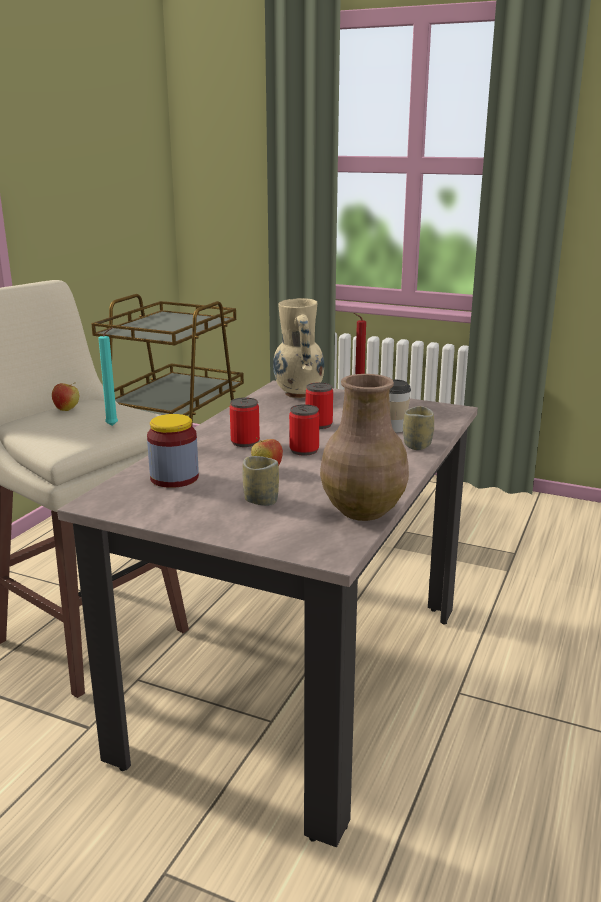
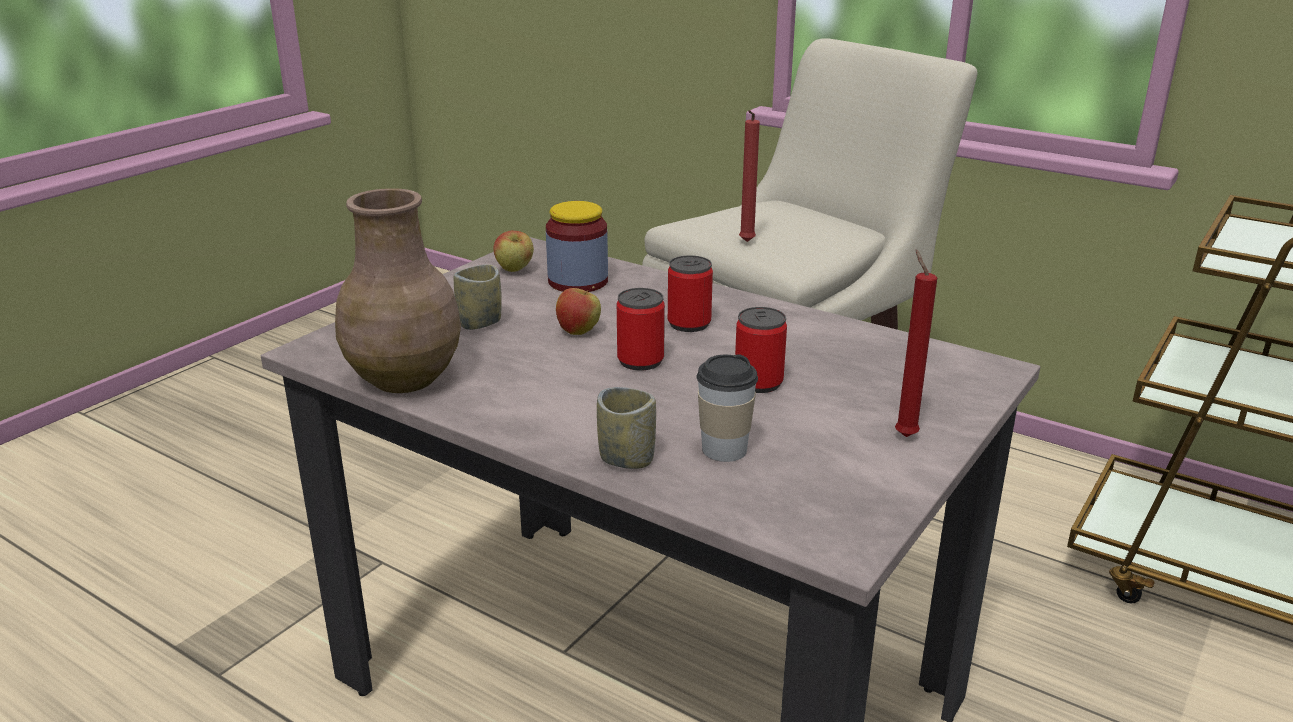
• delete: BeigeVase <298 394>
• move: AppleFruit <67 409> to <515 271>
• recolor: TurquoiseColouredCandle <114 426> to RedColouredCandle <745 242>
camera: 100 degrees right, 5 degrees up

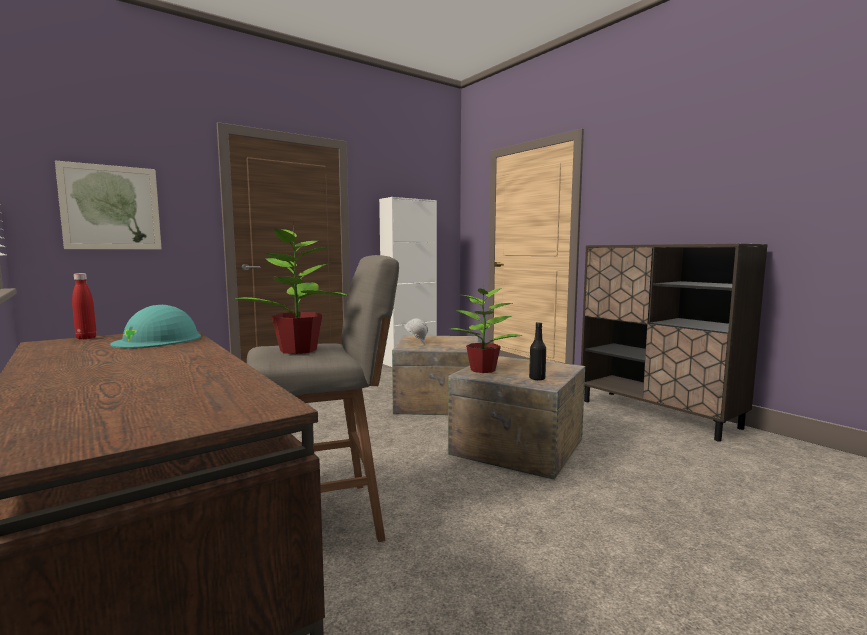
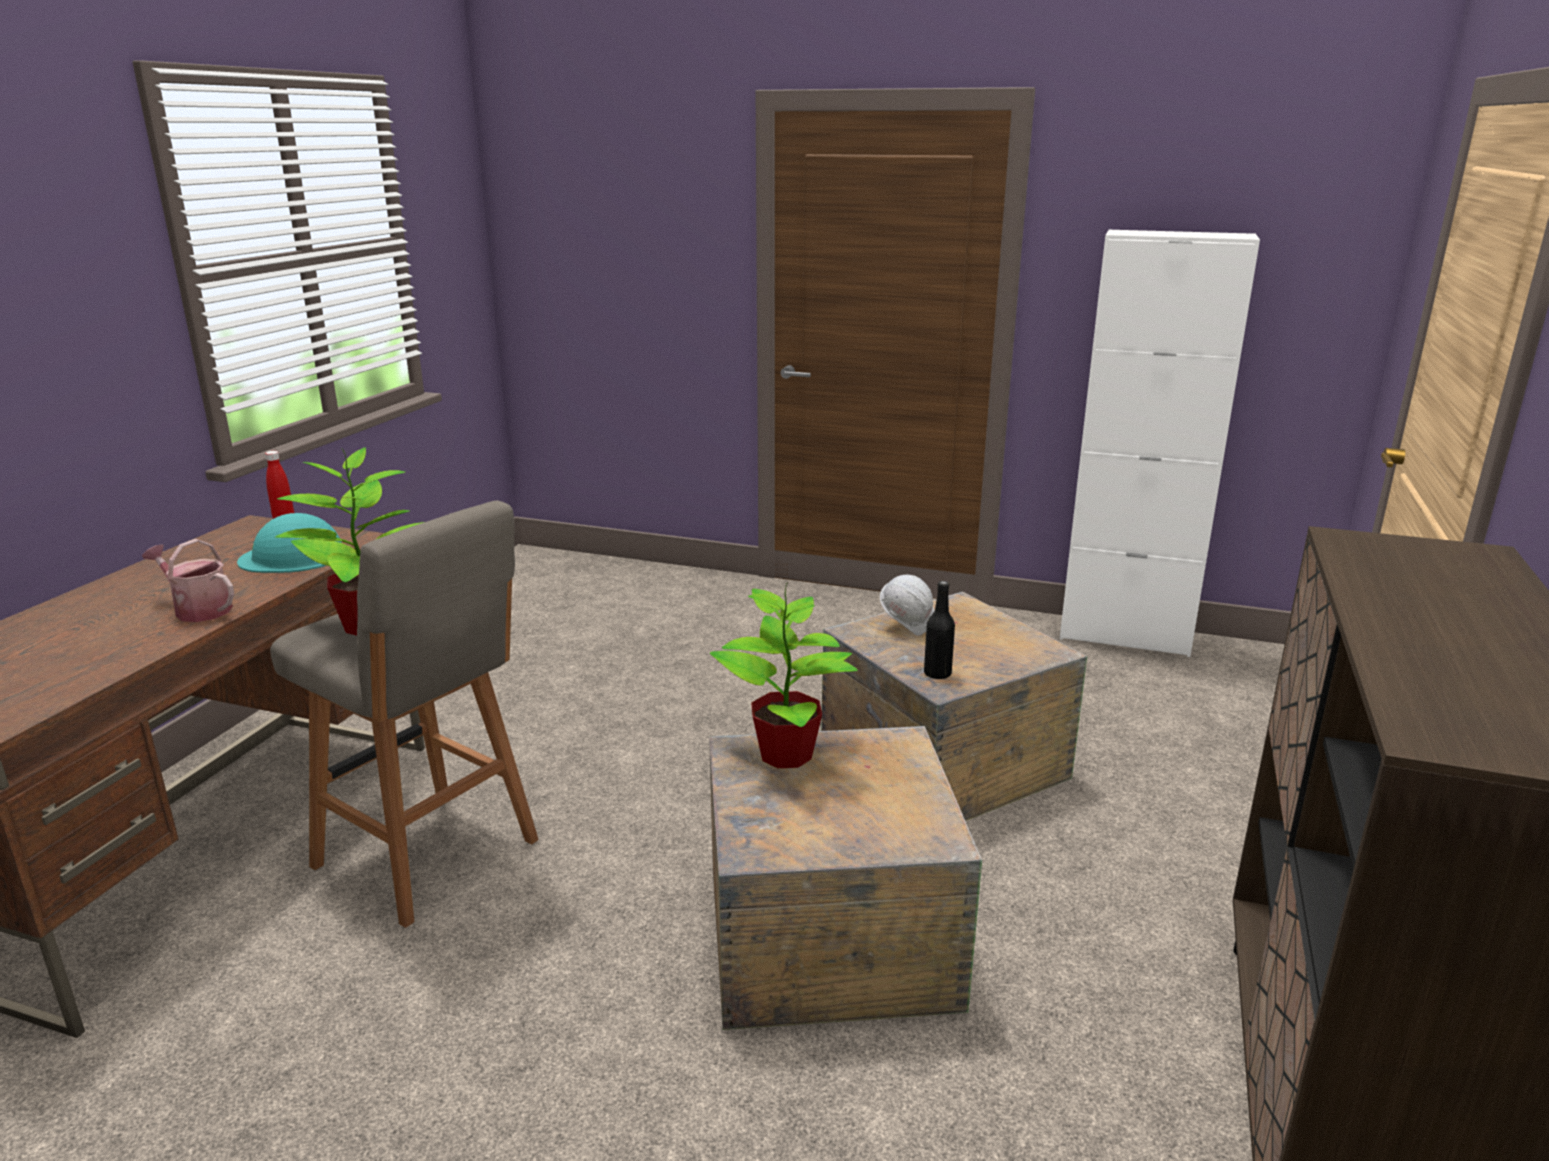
• delete: WallPicture <111 207>
• insert: SprinklingCan <198 609>
• move: BlackishBottle <537 379> to <937 674>
camera: 55 degrees right, 15 degrees up

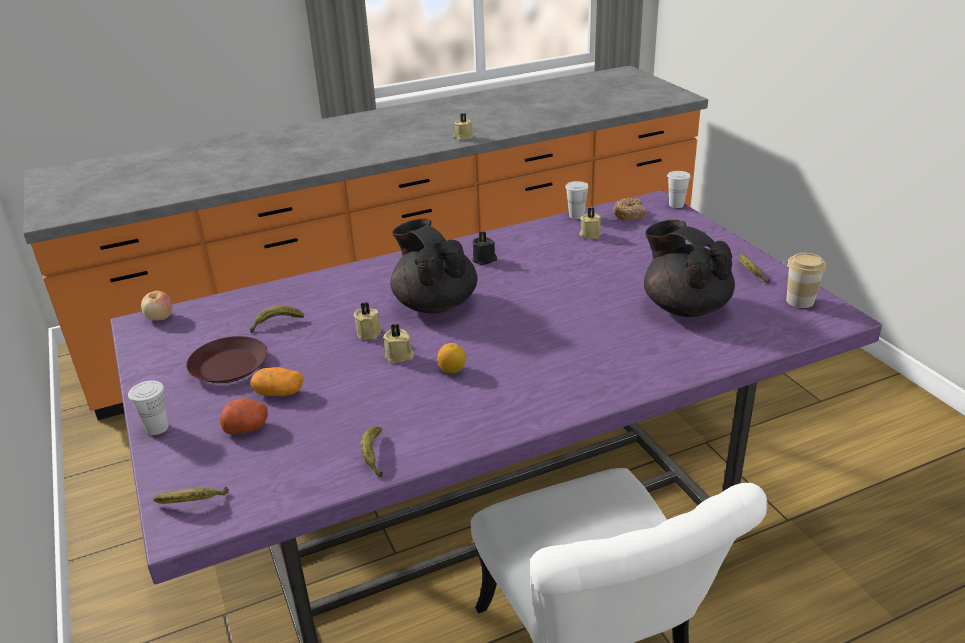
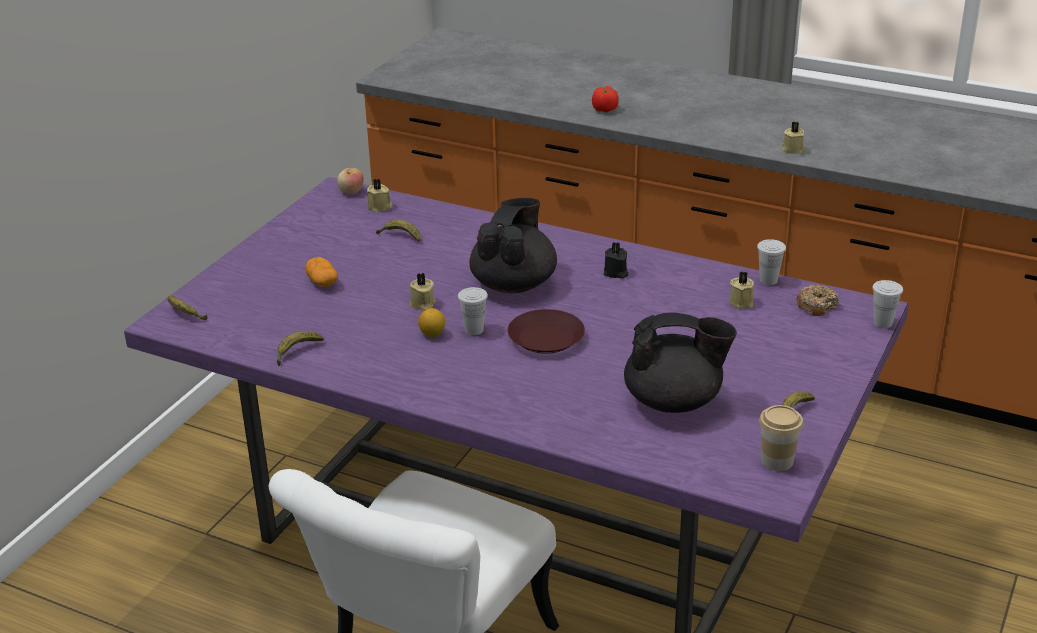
• delete: Potato <247 427>
• insert: Tomato <605 109>
• move: WhiteColouredCup <157 428> to <474 330>
• move: BrownDinnerPlate <229 366> to <546 338>
• move: BeigeCandle <370 332> to <380 207>
• rotate: BlackishPotForTea <684 307> = <674 401> 75 degrees clockwise
camera: 50 degrees right, 0 degrees up

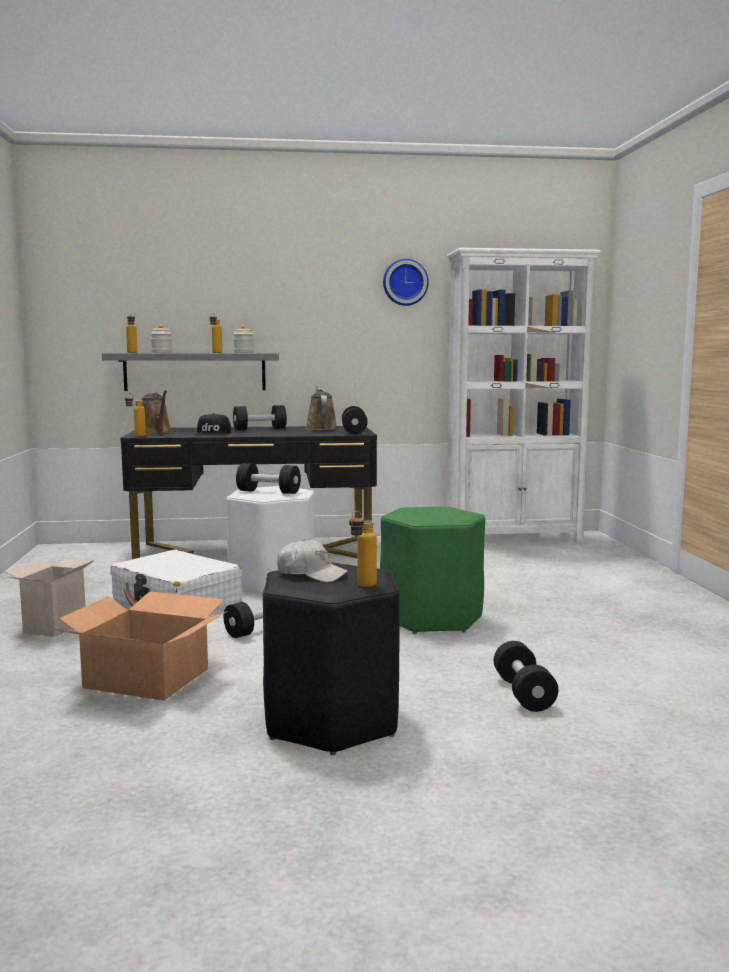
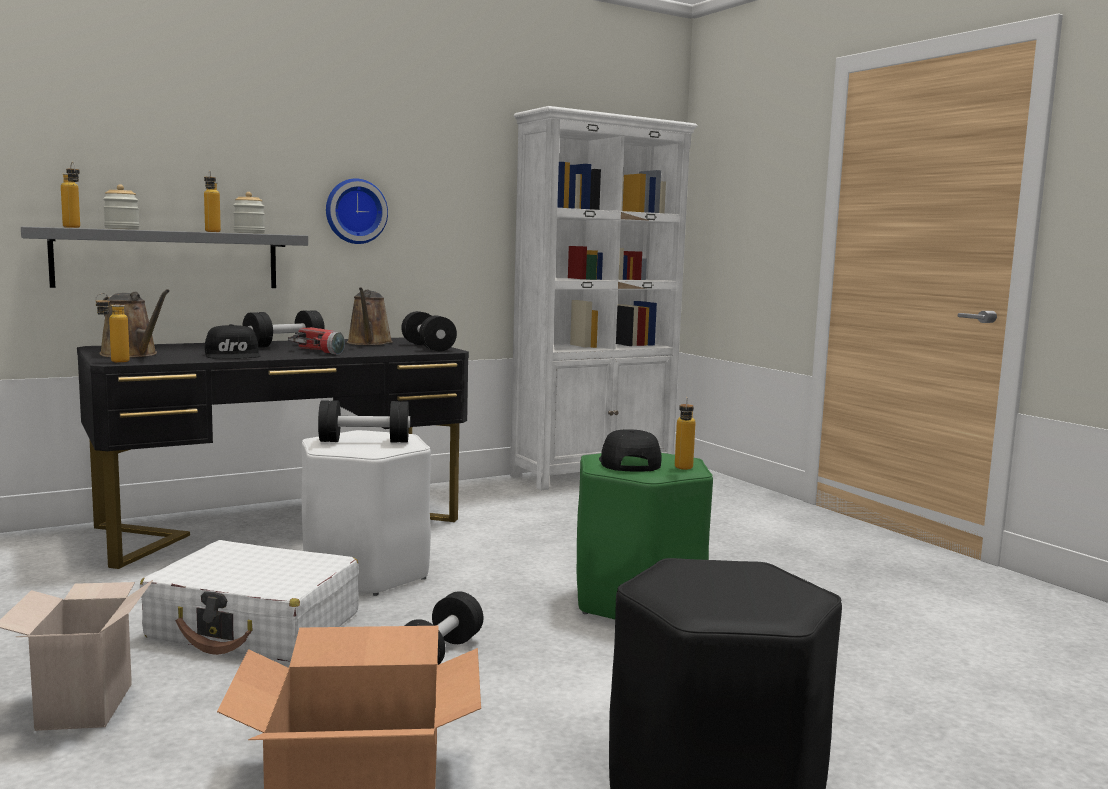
• delete: WhiteColouredCap <311 574>
• delete: BlackishFreeWeight <523 694>
• insert: HandTorch <320 351>
• insert: BlackishCap <628 463>
• move: Bottle <362 586> to <683 469>
• move: WallClock <405 282> to <355 211>
• rotate: BrownSprinklingCan <320 429> = <369 343> 150 degrees counterclockwise
camera: 25 degrees left, 0 degrees up

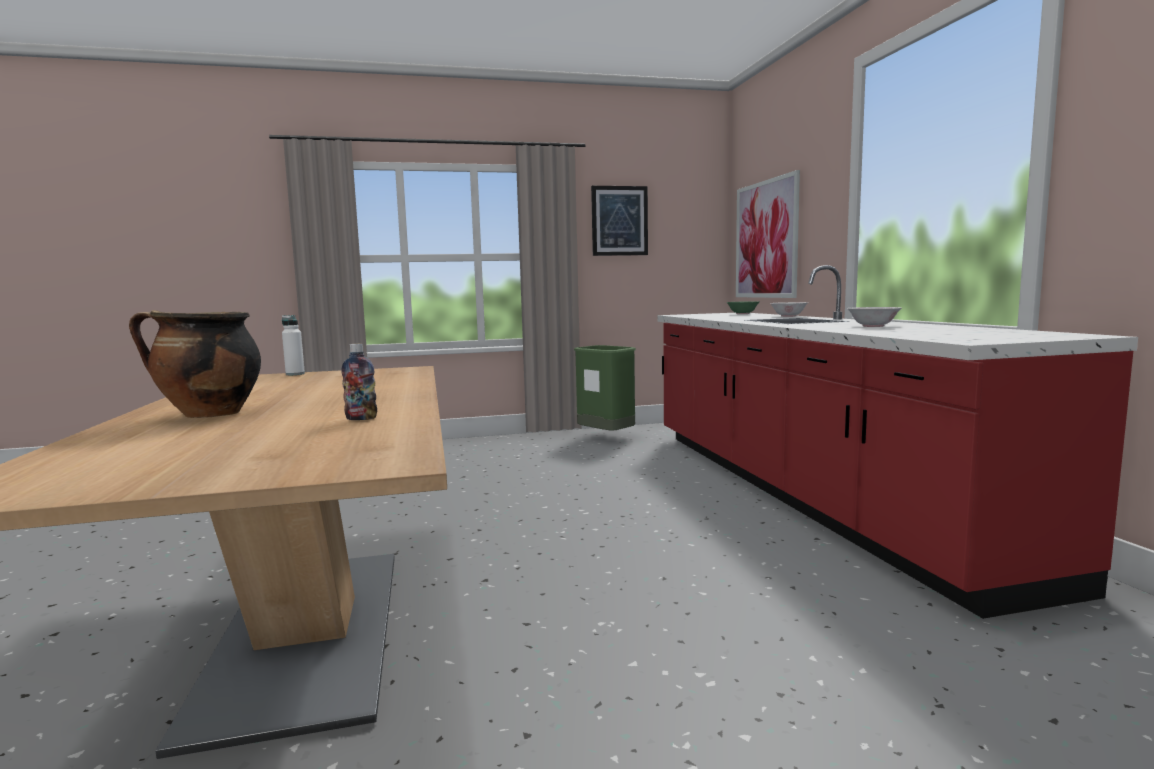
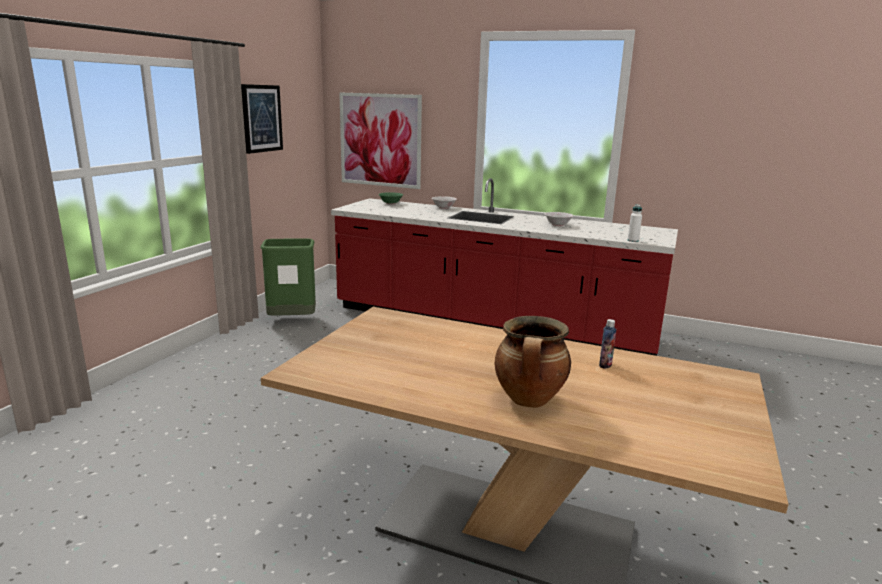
• move: WhiteColouredBottle <295 374> to <633 240>
camera: 55 degrees left, 10 degrees up

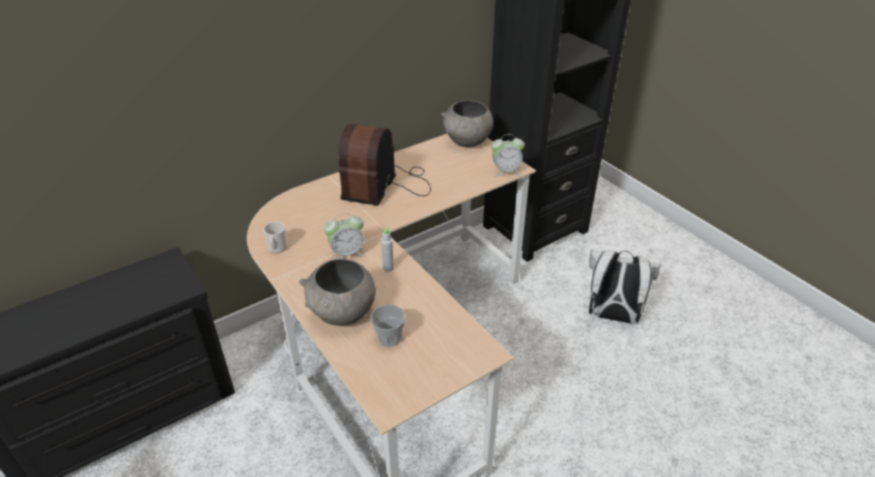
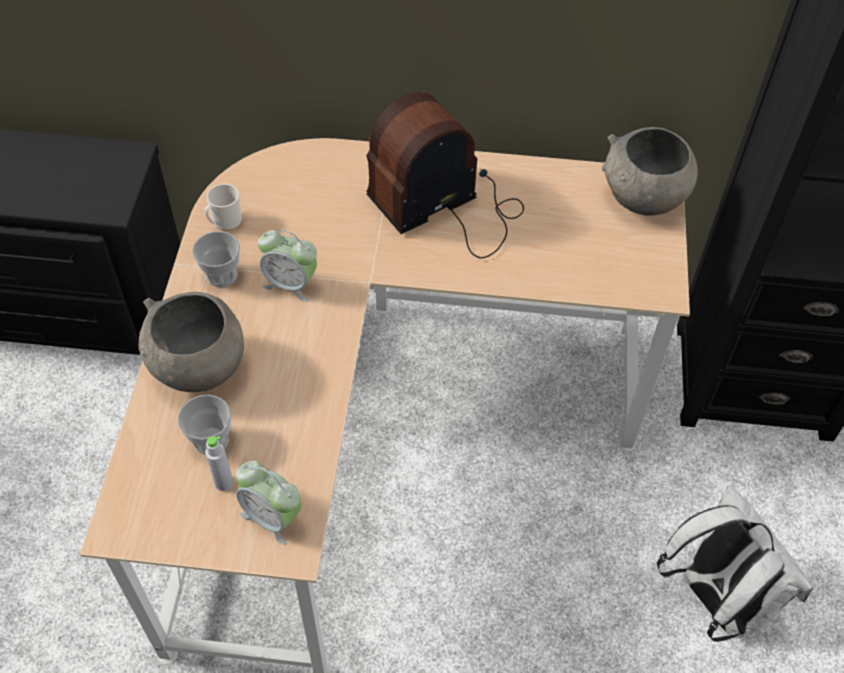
• insert: Cup <221 275>
• move: GrayBottle <388 268> to <224 483>
• move: BedsideClock <506 171> to <272 517>
camera: 40 degrees right, 15 degrees up

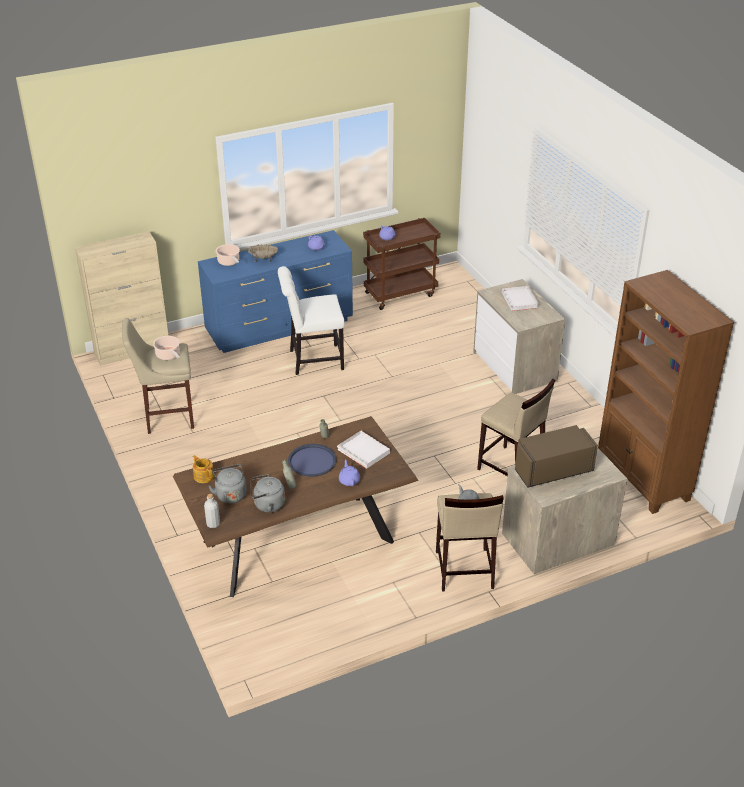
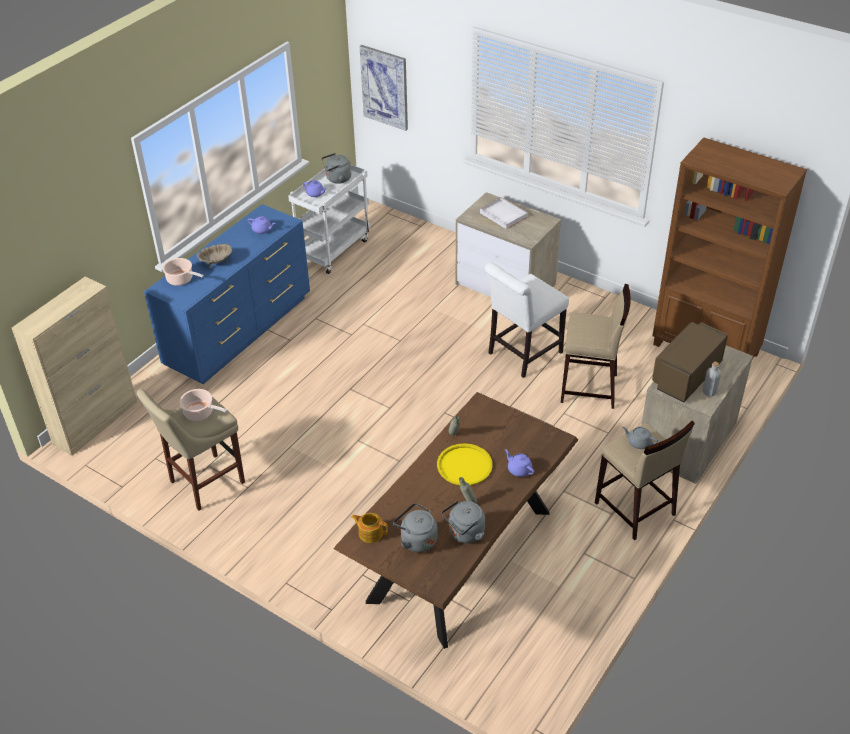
• delete: WhiteColouredCarryingTray <364 451>
• insert: GrayTeaKettle <337 179>
• insert: WallPicture <385 87>
• move: GrayBottle <213 524> to <709 392>
• move: WhiteColouredPlainChair <313 360> to <522 354>
• recolor: BluishCarryingTray <312 461> to YellowCarryingTray <464 465>
• recolor: BrownTrolley <400 293> to WhiteColouredTrolley <333 249>
camera: 30 degrees left, 5 degrees up

